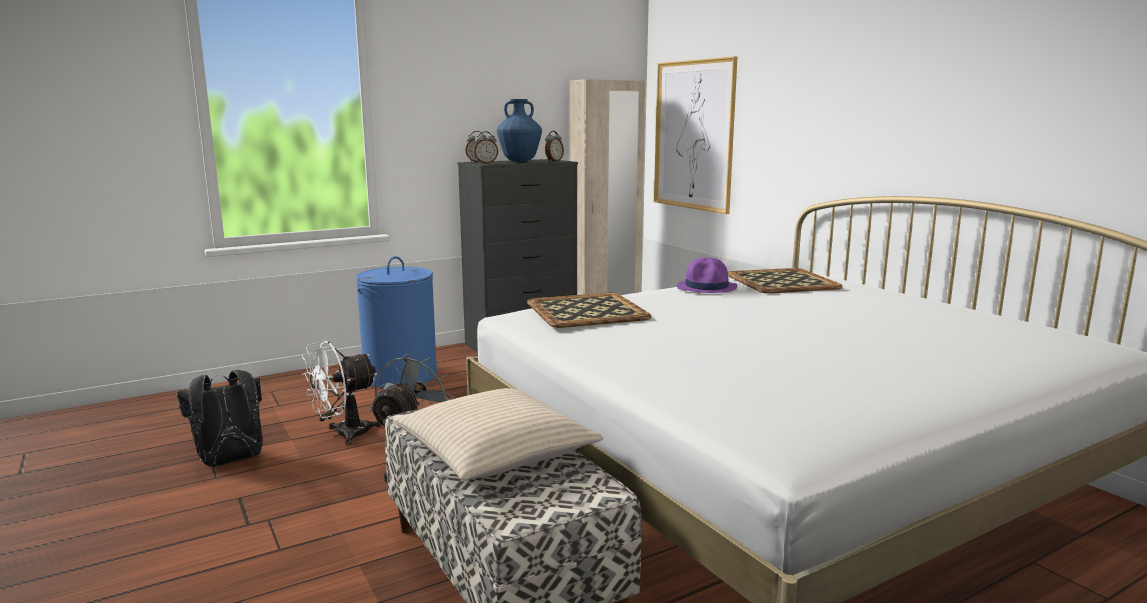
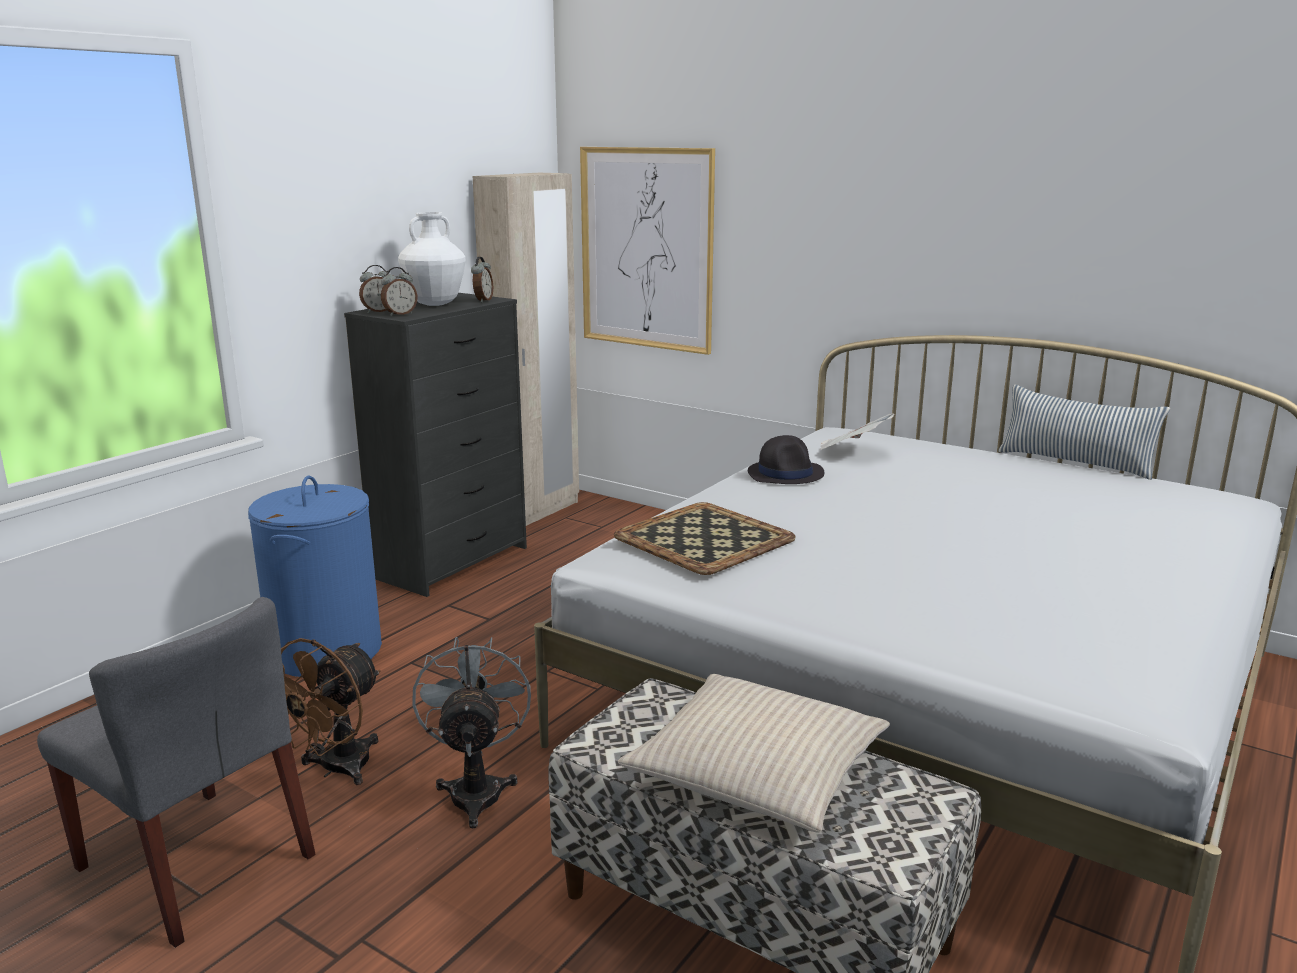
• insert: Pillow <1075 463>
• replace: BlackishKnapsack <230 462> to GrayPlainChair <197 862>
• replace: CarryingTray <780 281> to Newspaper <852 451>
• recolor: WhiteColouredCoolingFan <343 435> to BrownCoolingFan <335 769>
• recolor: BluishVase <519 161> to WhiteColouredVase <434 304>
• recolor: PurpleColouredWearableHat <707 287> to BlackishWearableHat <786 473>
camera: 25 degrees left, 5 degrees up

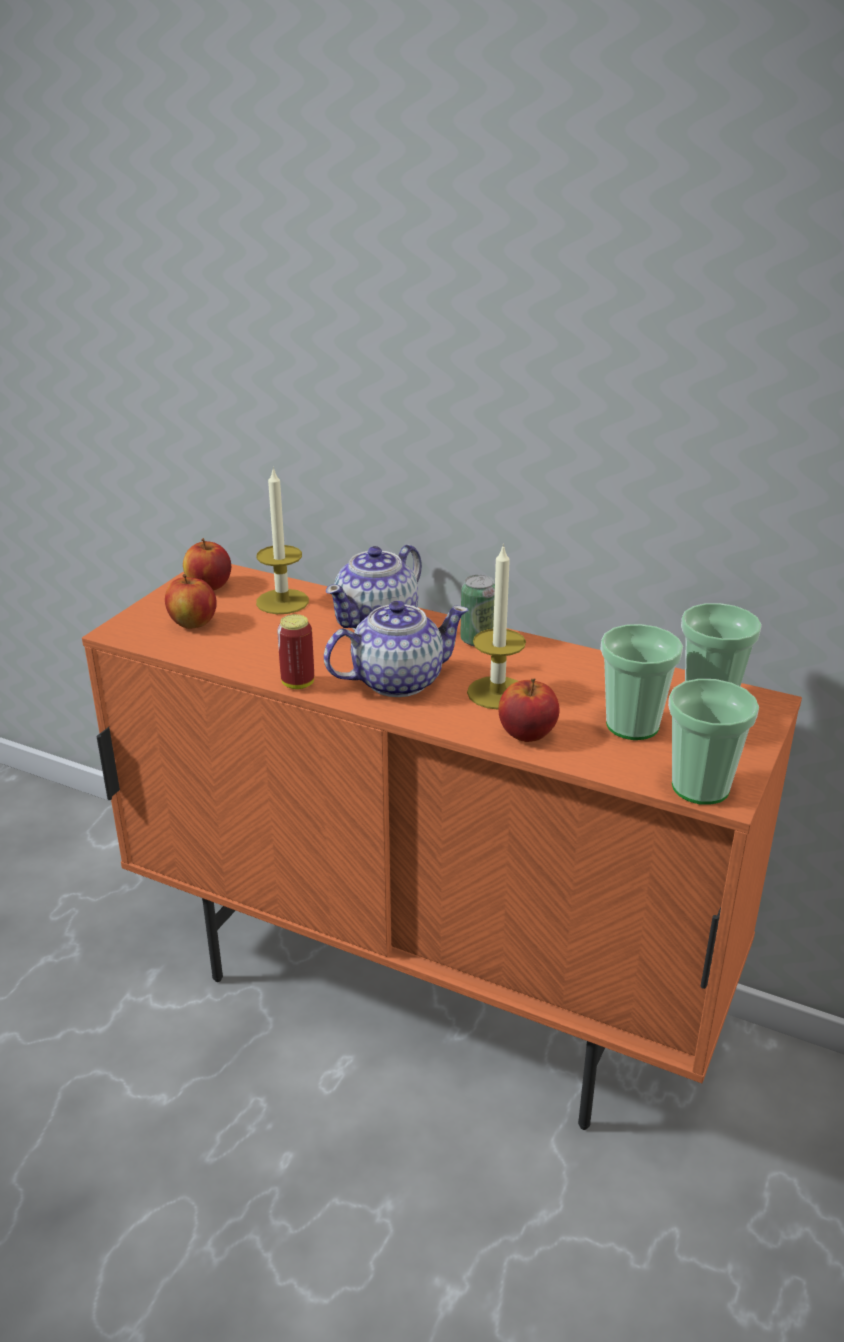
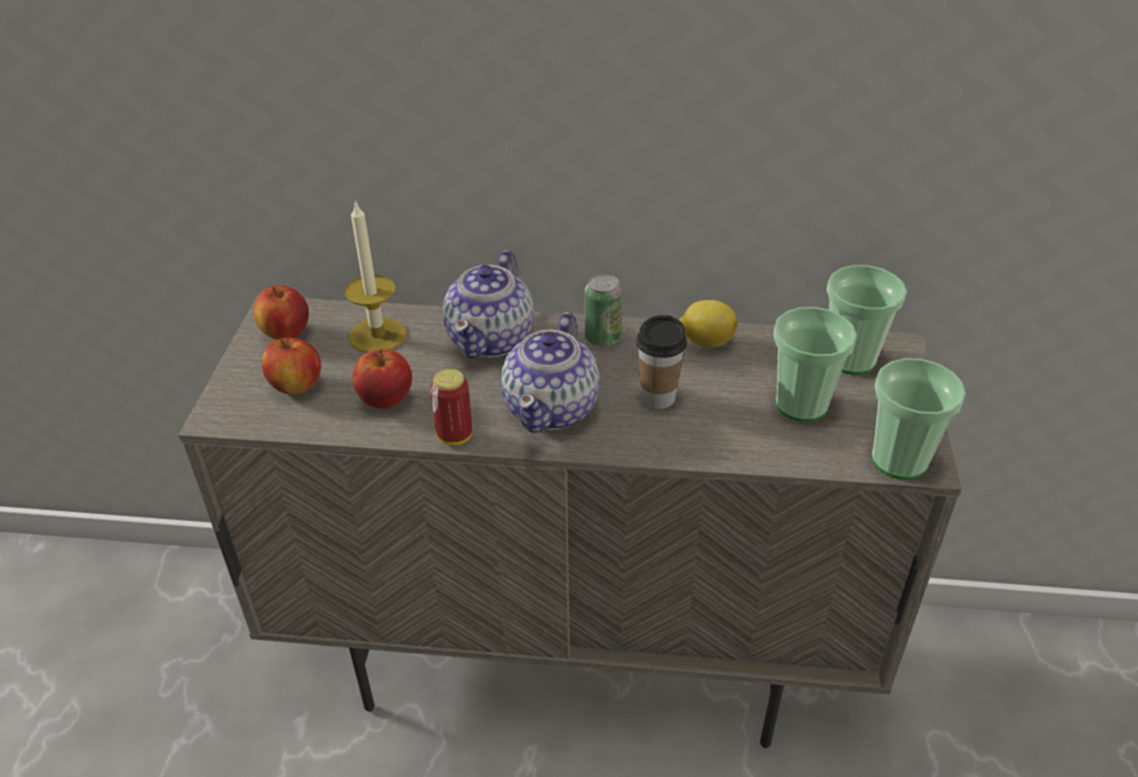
• insert: Lemon <706 341>
• move: AppleFruit <527 734> to <385 399>
• replace: Candle <497 693> to Cup <657 397>
• recolor: OrangeyCabinet <426 993> to BeigeCabinet <574 659>
• rotate: PotForTea <396 681> = <552 408> 150 degrees clockwise
camera: 20 degrees left, 10 degrees up

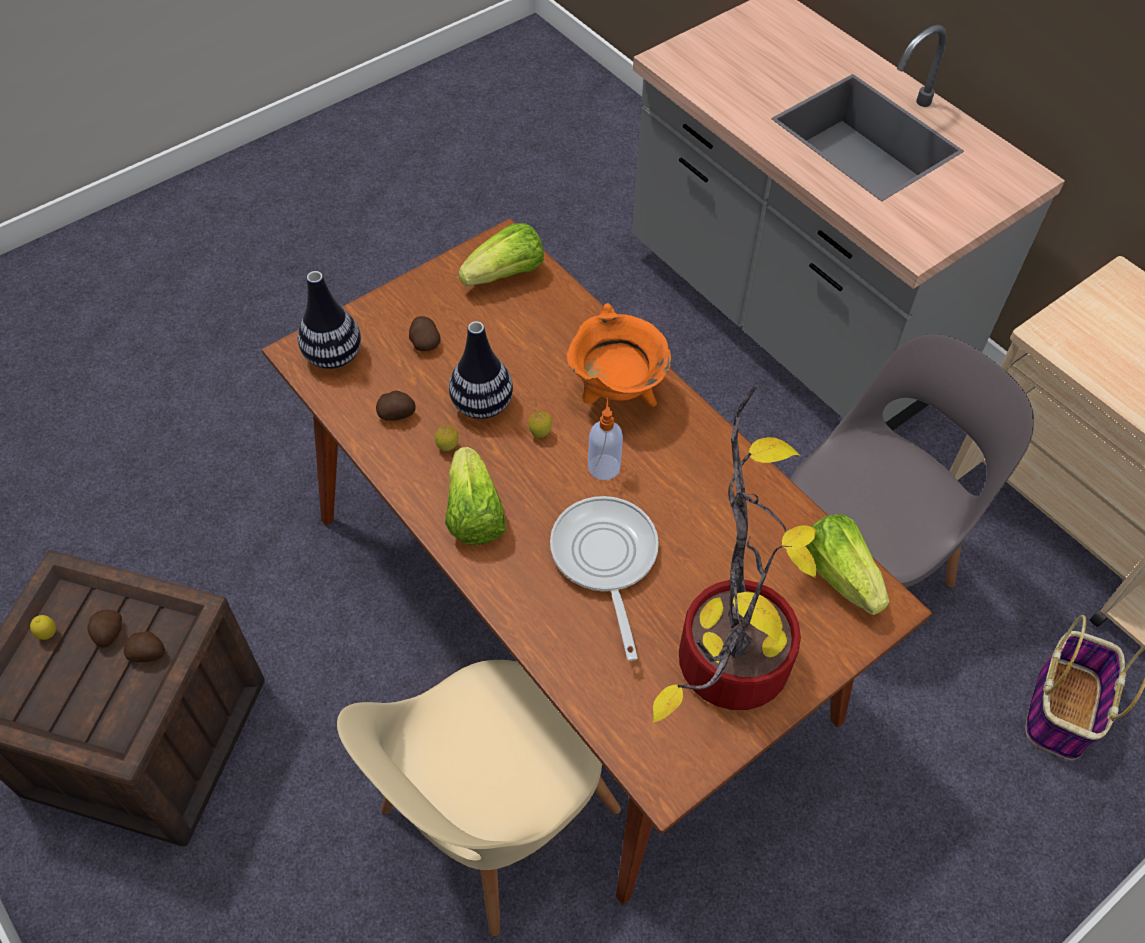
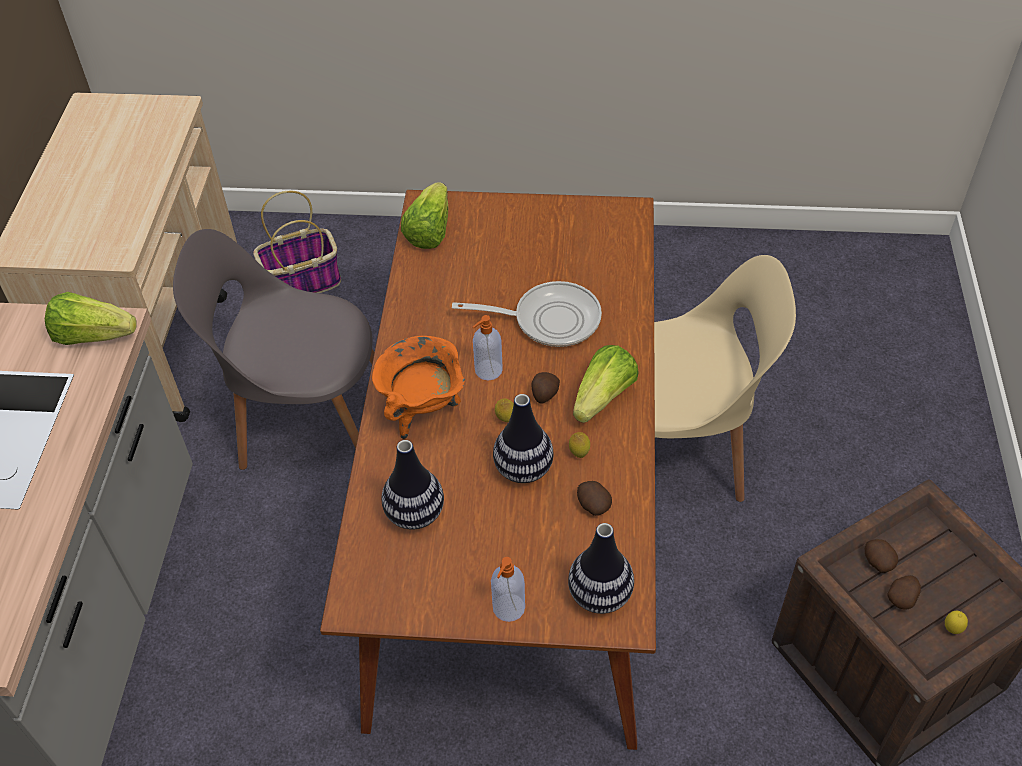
• delete: PlantInAPot <726 652>
• insert: Vase <415 513>
• insert: SoapDispenser <508 609>
• move: Potato <424 342> to <544 395>
• move: HeadOfLettuce <506 275> to <93 336>
• rotate: Pan <605 560> = <549 319> 120 degrees counterclockwise
camera: 135 degrees left, 5 degrees down

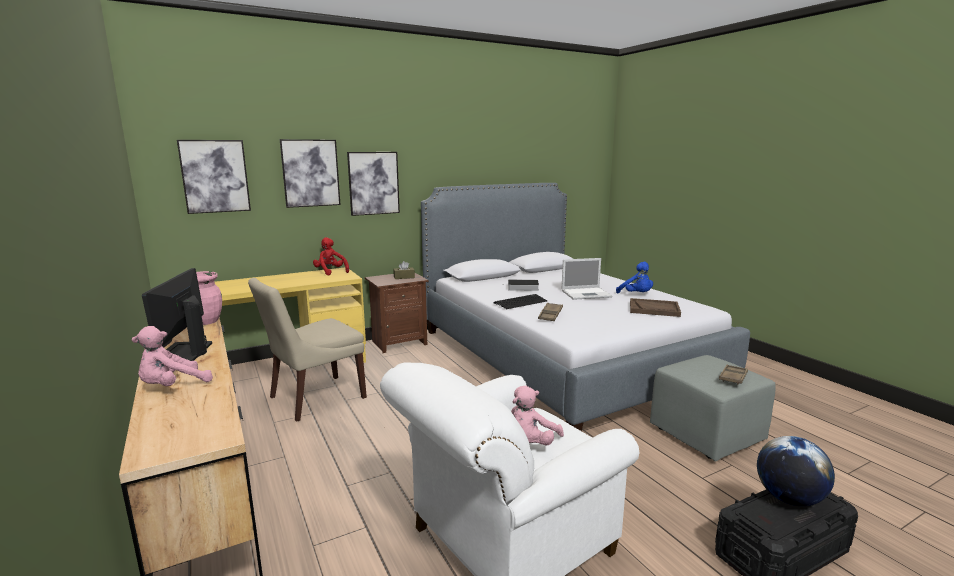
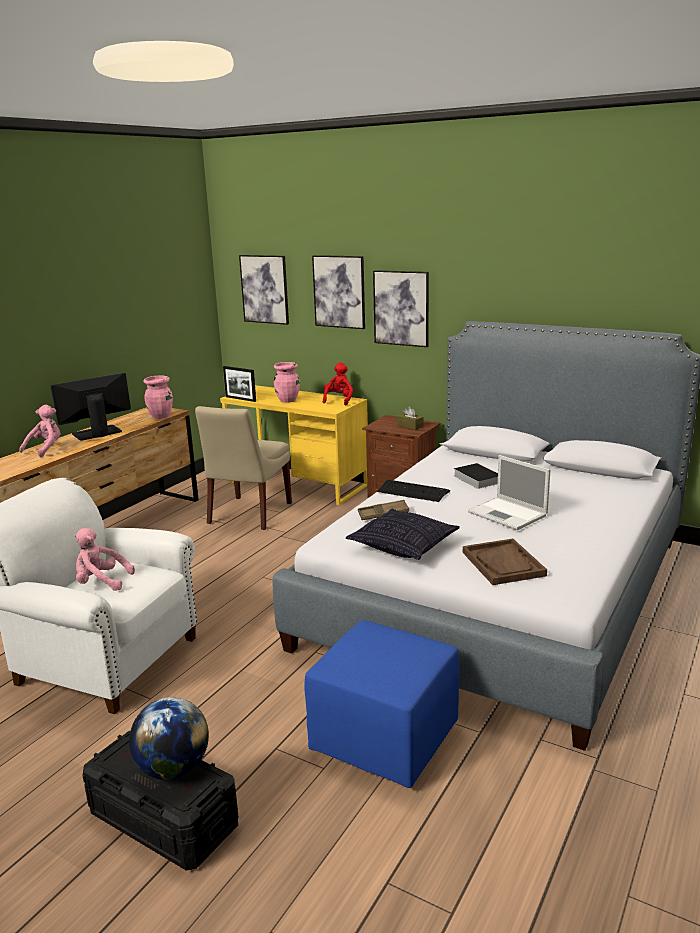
• delete: BluishSoftToy <636 295>
• delete: BrownCarryingTray <733 377>
• insert: PictureFrame <240 399>
• insert: PinkColouredVase <288 400>
• insert: Pillow <404 546>
• recolor: GrayFootrest <706 434> to BluishFootrest <386 739>
• rotate: PinkColouredSoftToy <172 386> = <46 449> 105 degrees clockwise
• rotate: BeigePlainChair <314 398> = <248 514> 90 degrees counterclockwise
camera: 60 degrees right, 5 degrees up

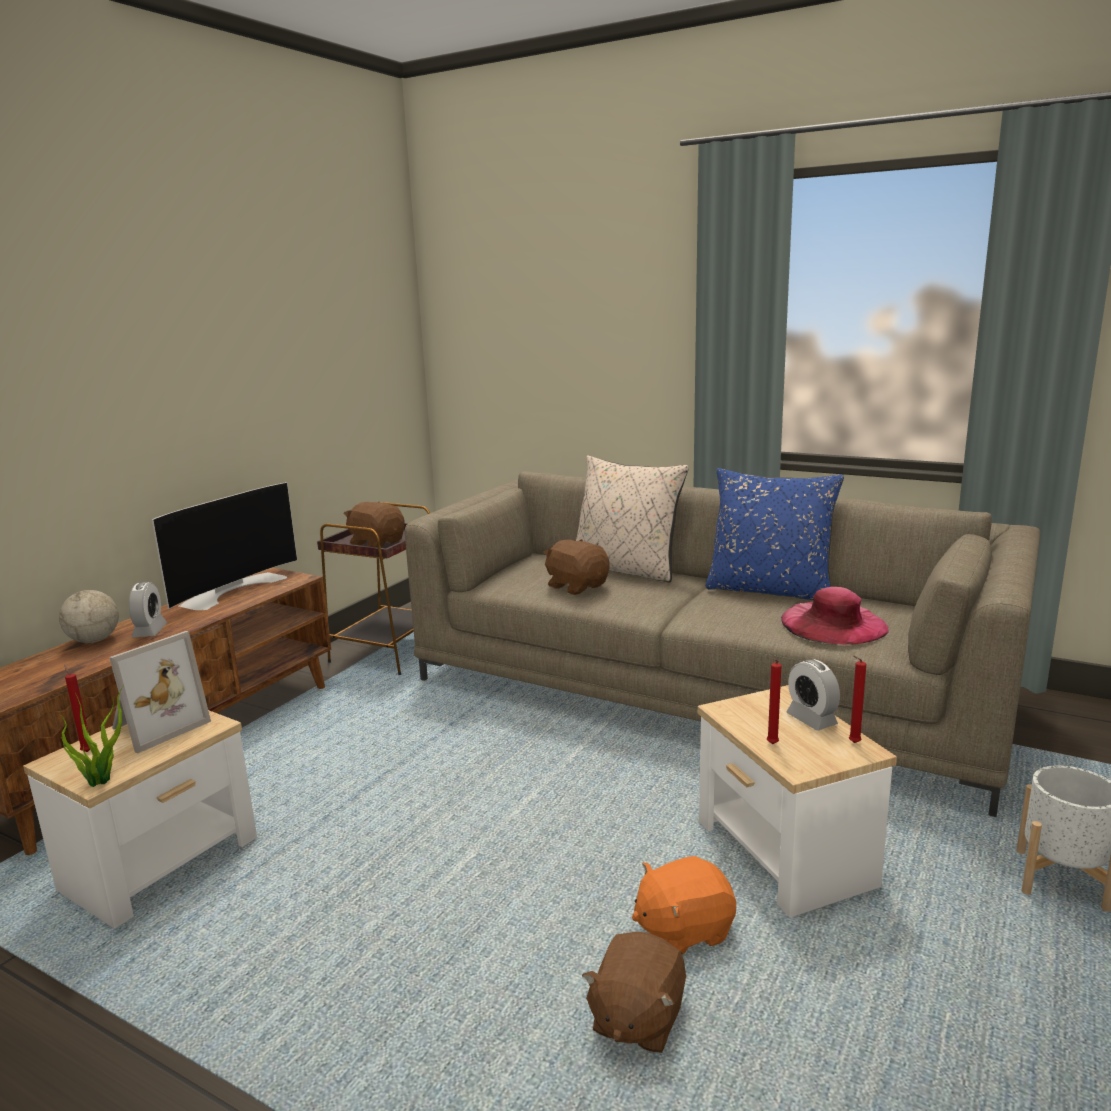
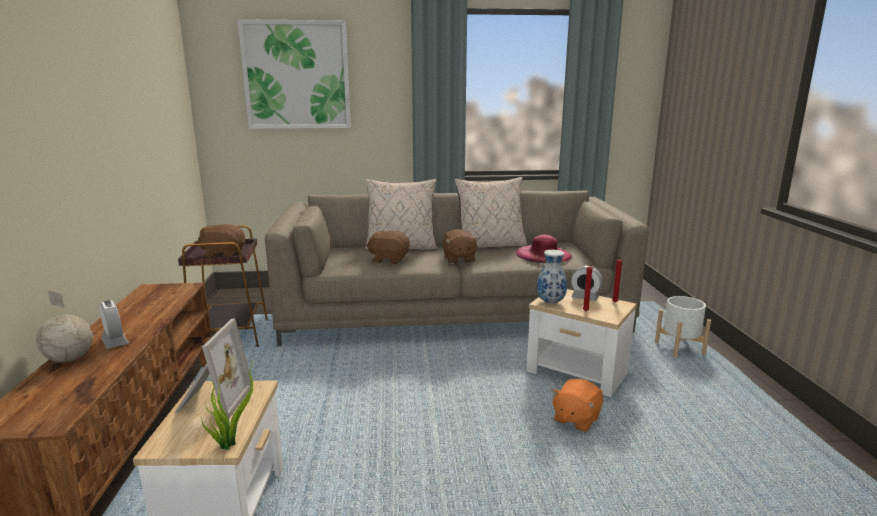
• delete: RedColouredCandle <86 751>
• delete: Television <232 589>
• insert: WallPicture <296 75>
• insert: Vase <551 302>
• move: BrownSoftToy <636 1019> to <459 259>
• recolor: BluishPillow <770 590> to BeigePillow <491 245>
camera: 35 degrees left, 0 degrees up

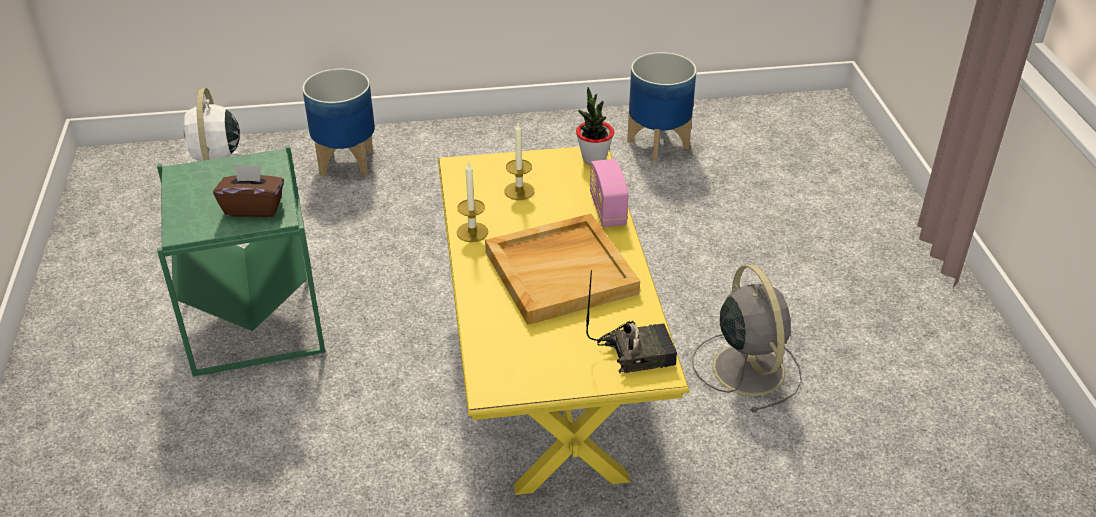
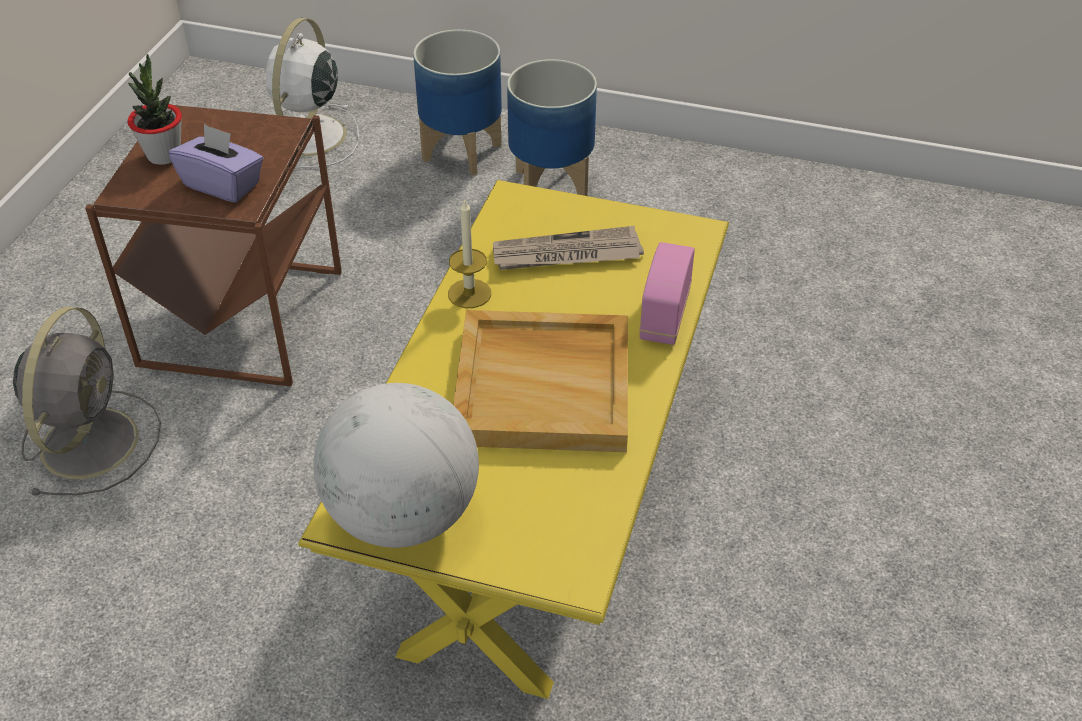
• delete: RadioSet <637 352>
• insert: Globe <403 516>
• move: PlantInAPot <594 158> to <164 155>
• move: FlowerPot <657 145> to <549 185>
• move: GrayCoolingFan <747 367> to <91 440>
• replace: Candle <519 191> to Newspaper <566 255>
• recolor: GreenishSideTable <256 318> to BrownSideTable <244 317>
• recolor: BrownTissueBox <253 208> to PurpleColouredTissueBox <223 184>
camera: 25 degrees right, 5 degrees up

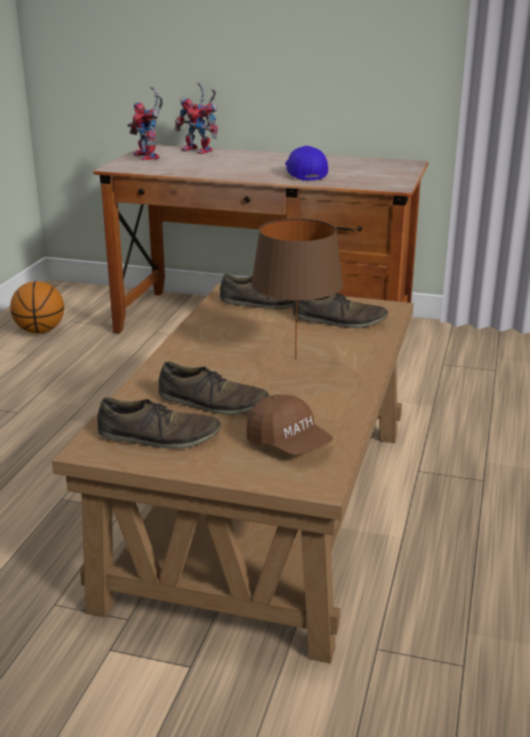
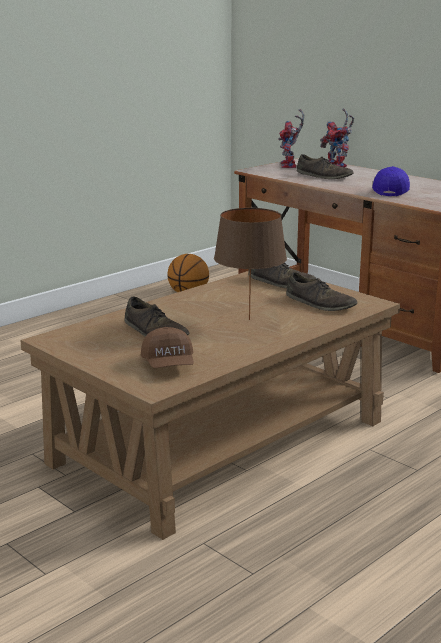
• move: BrownShoe <159 436> to <324 176>
camera: 30 degrees right, 5 degrees down

